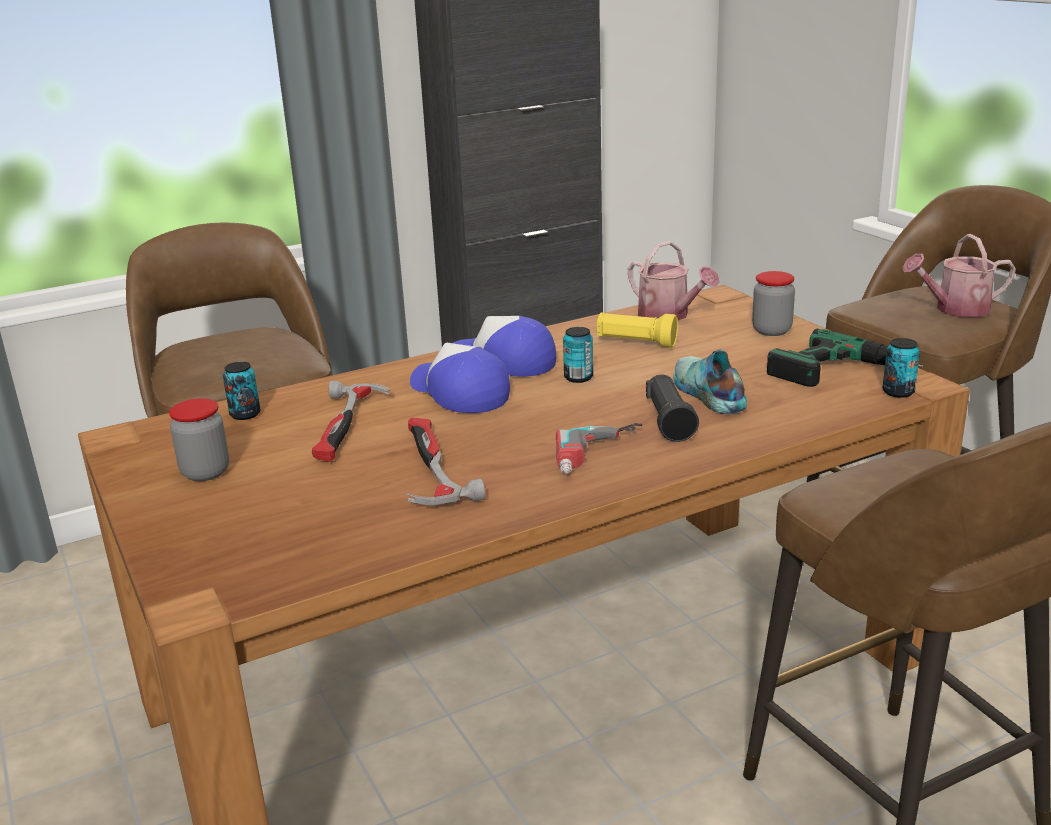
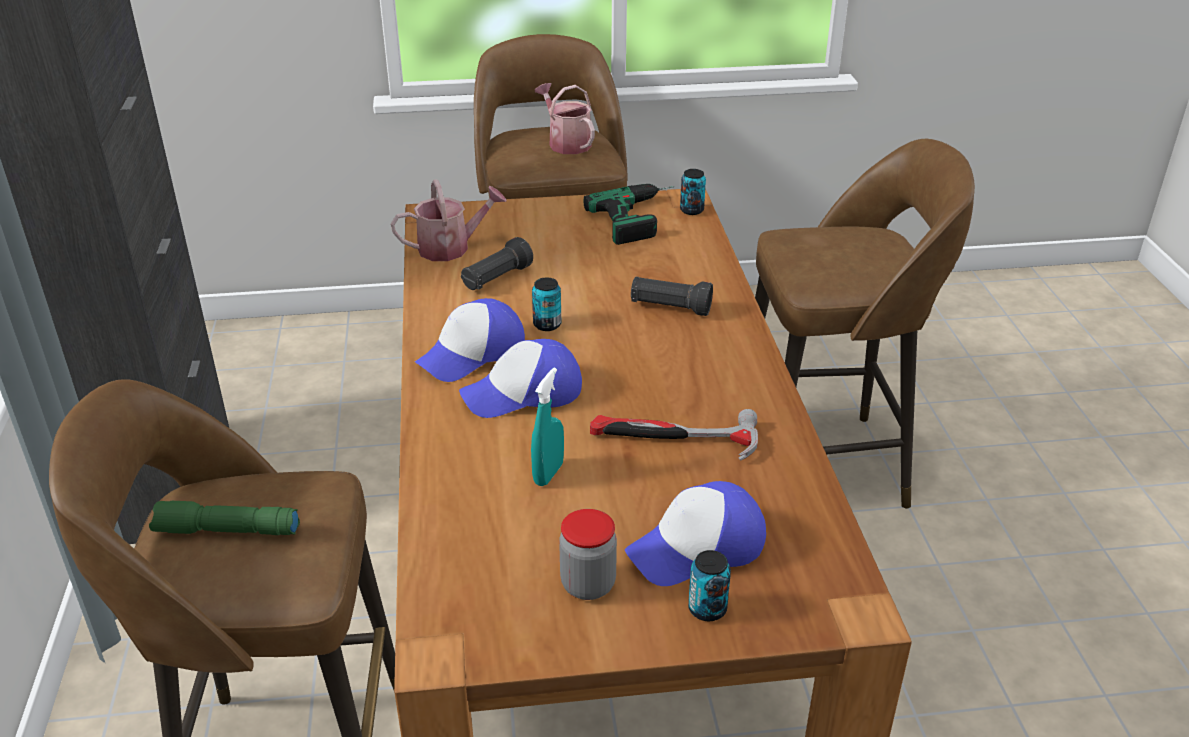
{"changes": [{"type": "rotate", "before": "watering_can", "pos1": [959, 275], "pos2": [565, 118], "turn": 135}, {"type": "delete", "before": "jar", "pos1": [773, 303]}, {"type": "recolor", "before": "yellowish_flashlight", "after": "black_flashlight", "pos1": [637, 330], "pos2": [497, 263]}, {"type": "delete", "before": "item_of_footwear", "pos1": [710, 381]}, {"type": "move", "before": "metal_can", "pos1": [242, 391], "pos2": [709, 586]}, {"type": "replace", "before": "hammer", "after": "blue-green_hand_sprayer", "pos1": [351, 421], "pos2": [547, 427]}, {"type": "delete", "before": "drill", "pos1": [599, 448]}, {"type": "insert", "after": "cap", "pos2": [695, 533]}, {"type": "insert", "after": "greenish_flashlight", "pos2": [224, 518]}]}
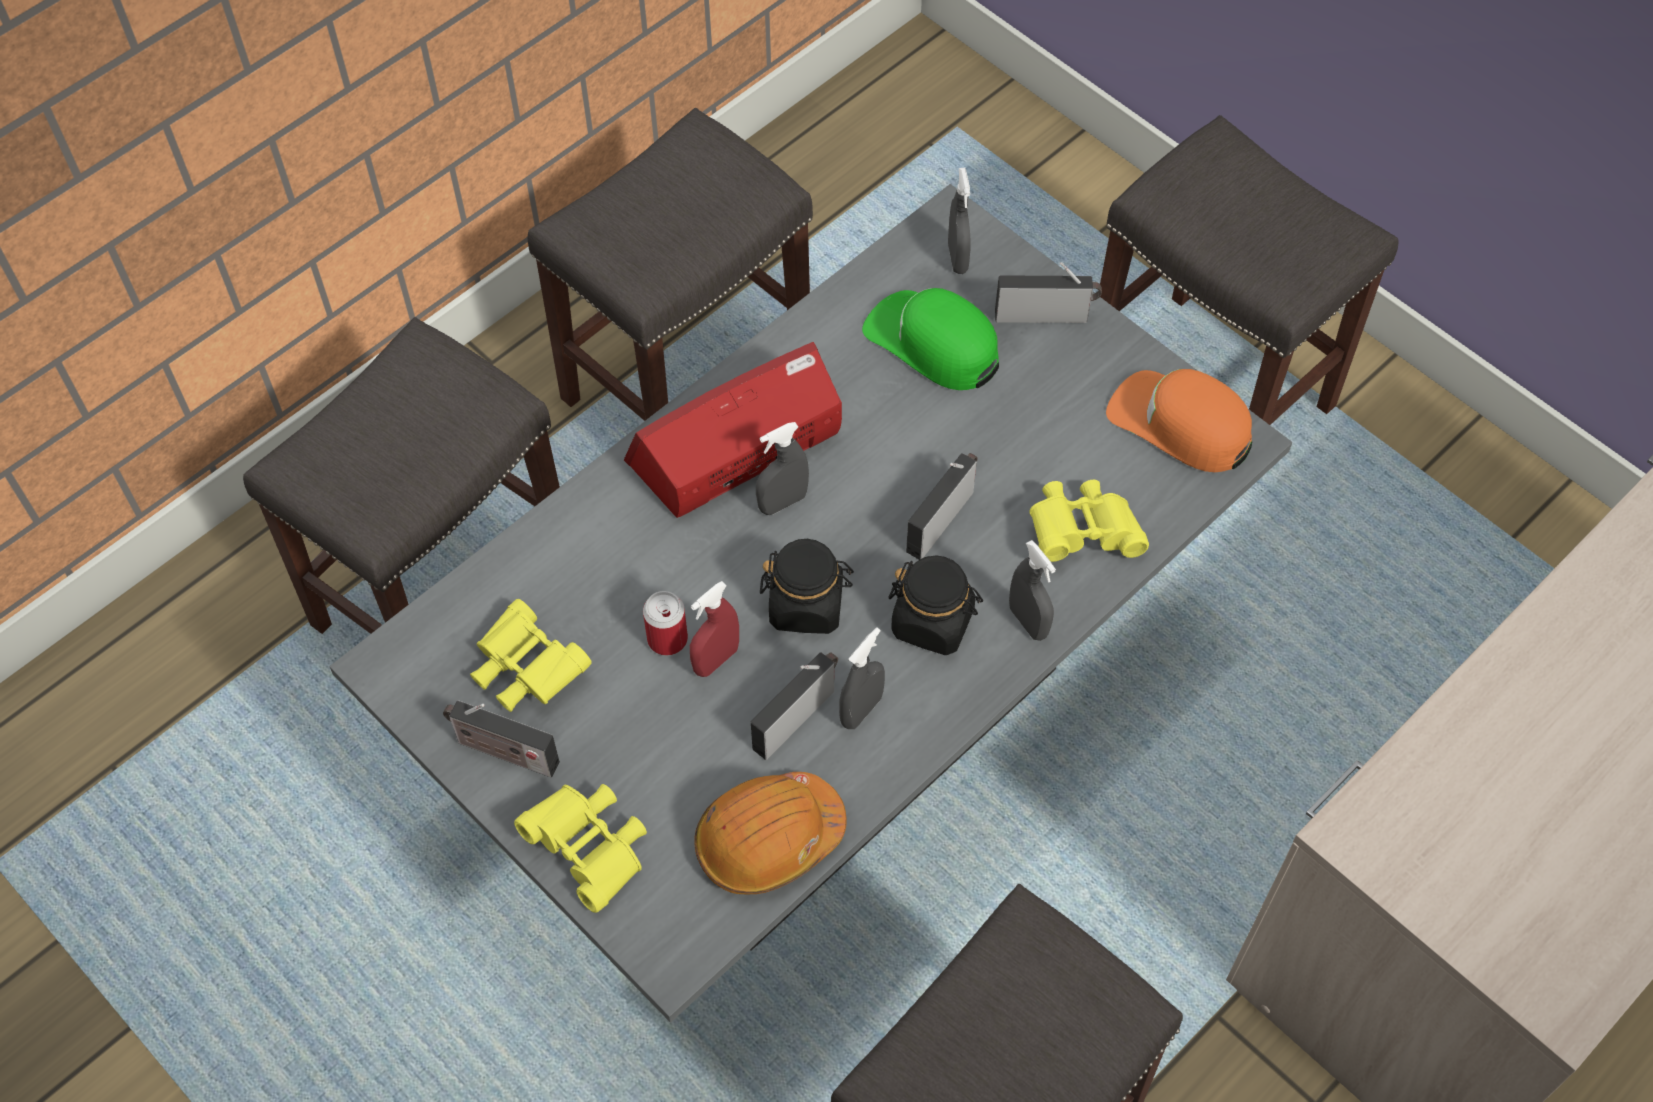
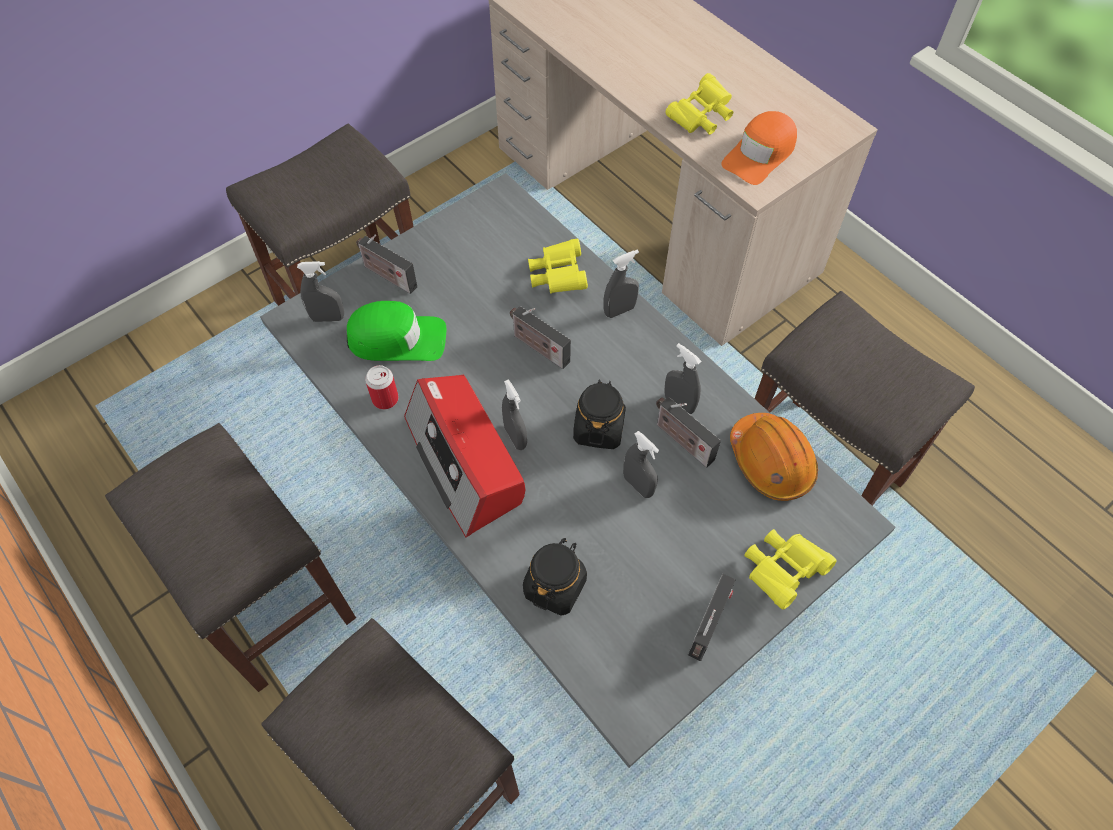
{"changes": [{"type": "rotate", "before": "radio_receiver", "pos1": [1048, 292], "pos2": [386, 264], "turn": -60}, {"type": "rotate", "before": "greenish_cap", "pos1": [930, 339], "pos2": [396, 331], "turn": -135}, {"type": "move", "before": "orange_cap", "pos1": [1179, 420], "pos2": [759, 148]}, {"type": "move", "before": "black_jar", "pos1": [935, 605], "pos2": [555, 577]}, {"type": "recolor", "before": "reddish_hand_sprayer", "after": "grey_hand_sprayer", "pos1": [714, 629], "pos2": [641, 464]}, {"type": "move", "before": "metal_can", "pos1": [665, 623], "pos2": [382, 387]}, {"type": "move", "before": "yellowish_pair_of_binoculars", "pos1": [531, 655], "pos2": [699, 104]}]}
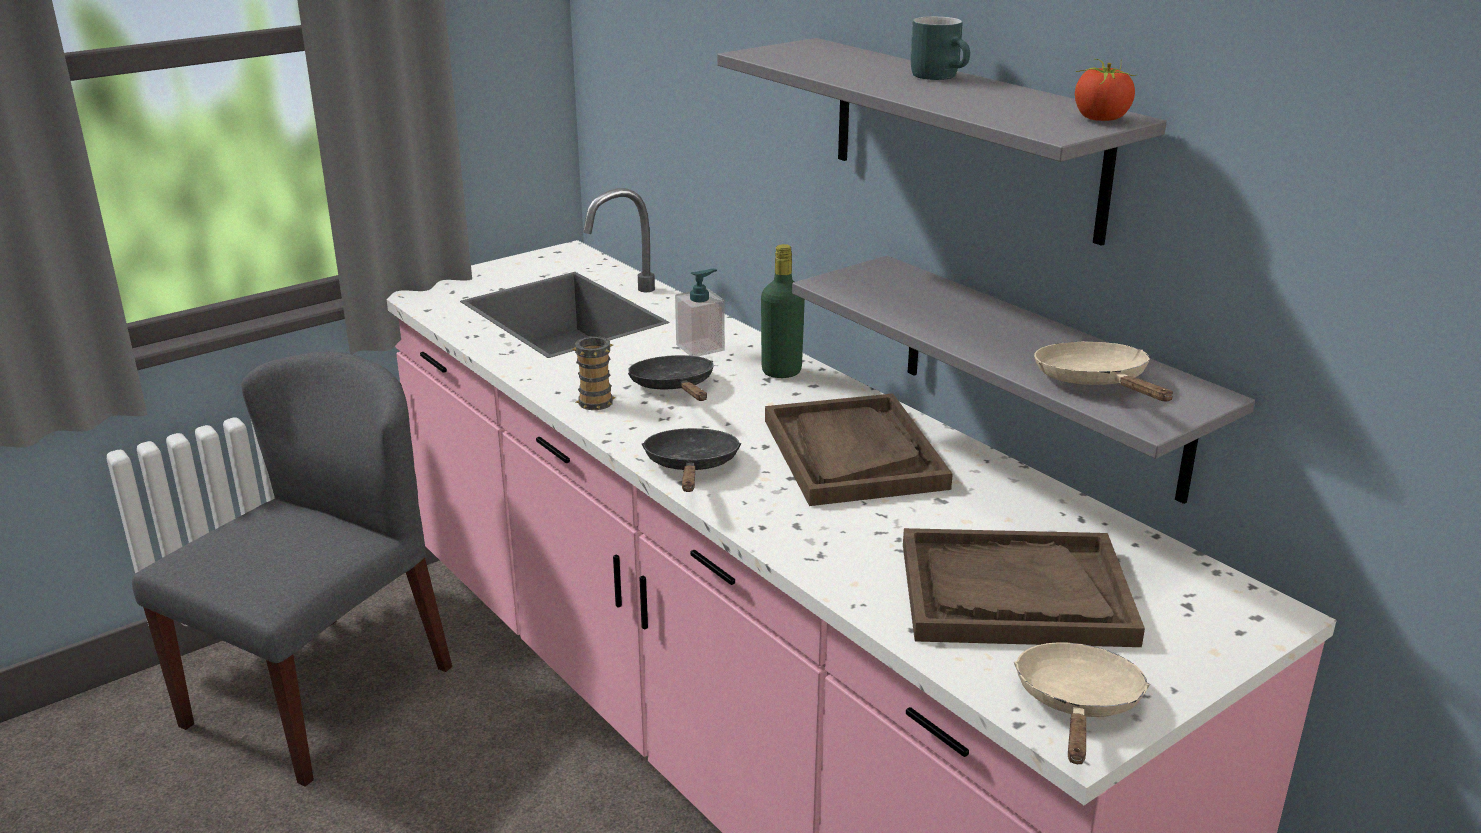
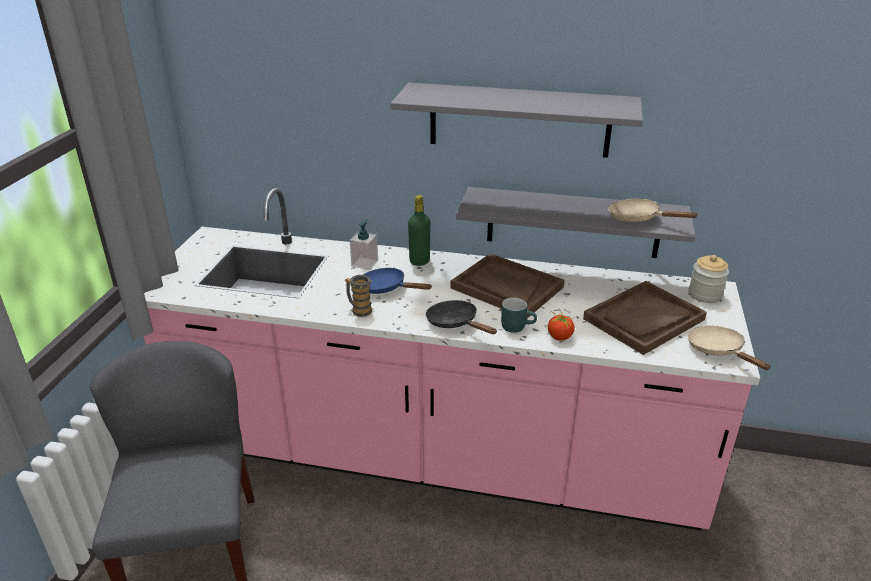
{"changes": [{"type": "move", "before": "blue-green_coffee_mug", "pos1": [940, 48], "pos2": [519, 315]}, {"type": "move", "before": "whole_tomato", "pos1": [1105, 90], "pos2": [561, 324]}, {"type": "recolor", "before": "black_skillet", "after": "bluish_skillet", "pos1": [671, 378], "pos2": [397, 281]}, {"type": "insert", "after": "jar", "pos2": [709, 279]}]}
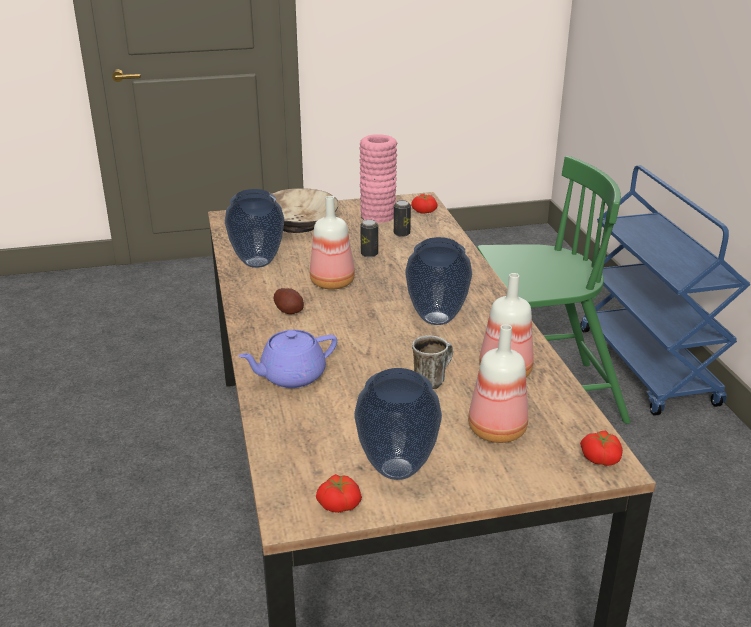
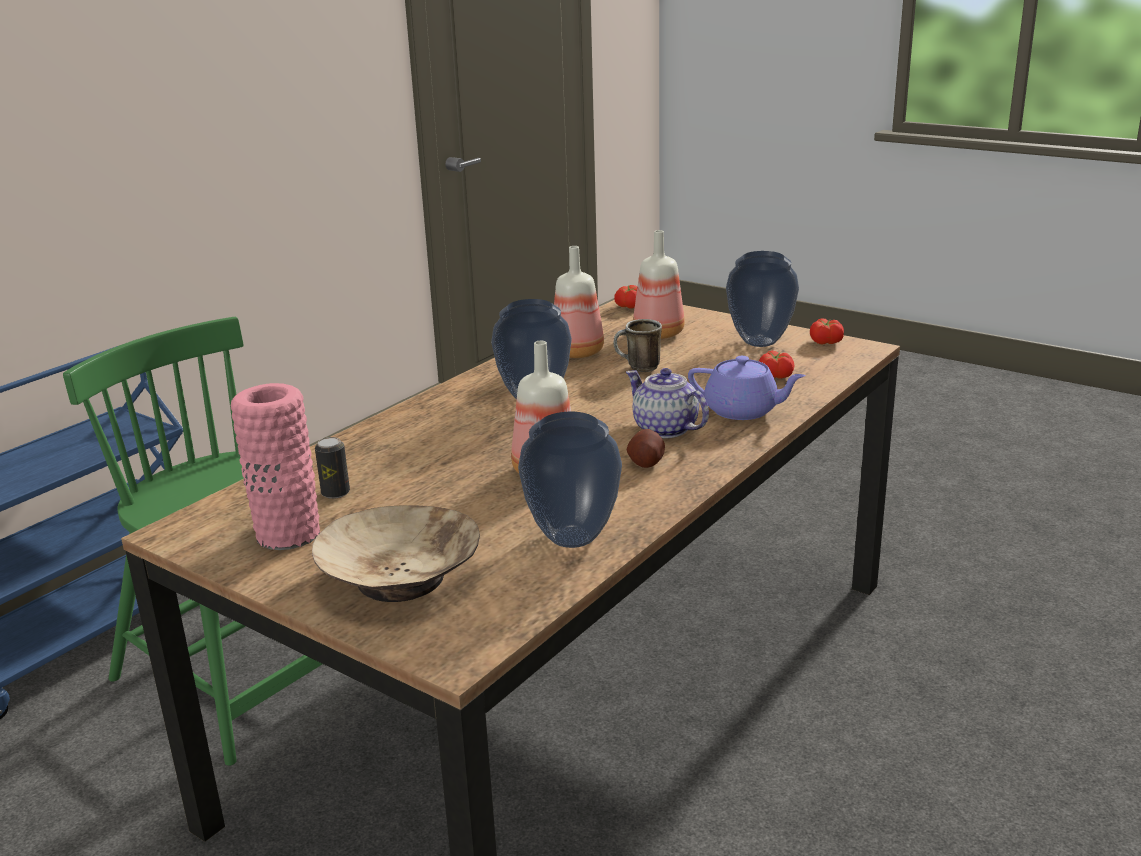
{"changes": [{"type": "move", "before": "whole_tomato", "pos1": [424, 204], "pos2": [777, 365]}, {"type": "delete", "before": "metal_can", "pos1": [369, 238]}, {"type": "insert", "after": "pot_for_tea", "pos2": [667, 403]}]}
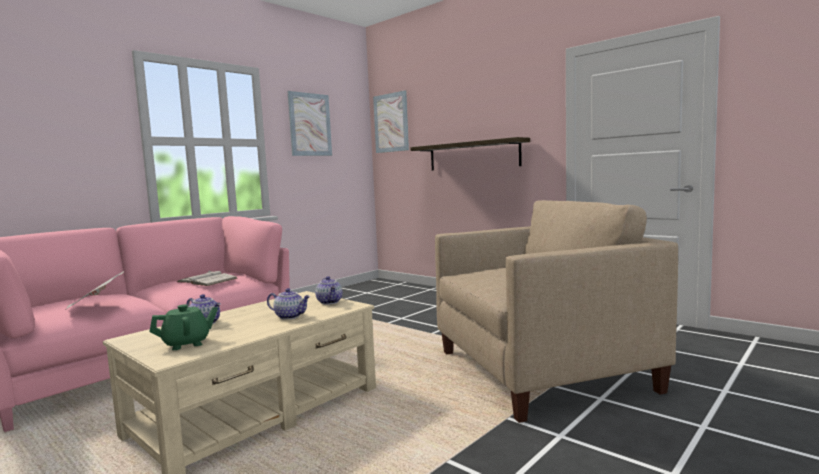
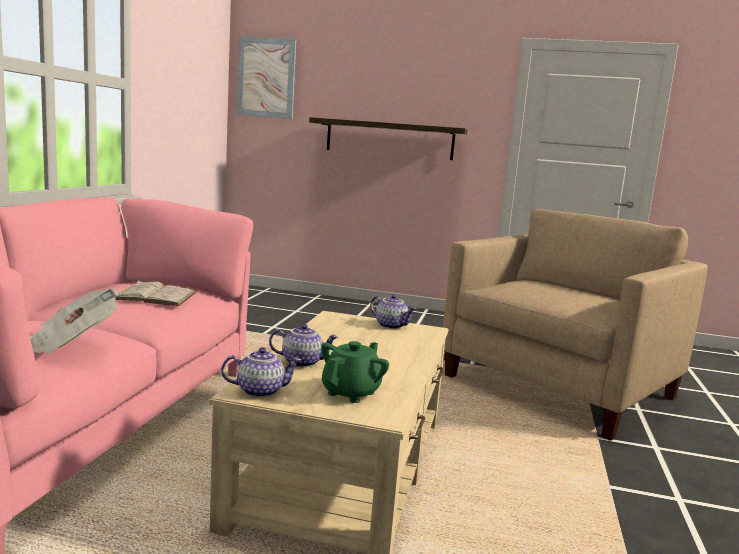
{"changes": [{"type": "delete", "before": "wall_art", "pos1": [310, 123]}, {"type": "move", "before": "pot_for_tea", "pos1": [288, 304], "pos2": [261, 372]}]}
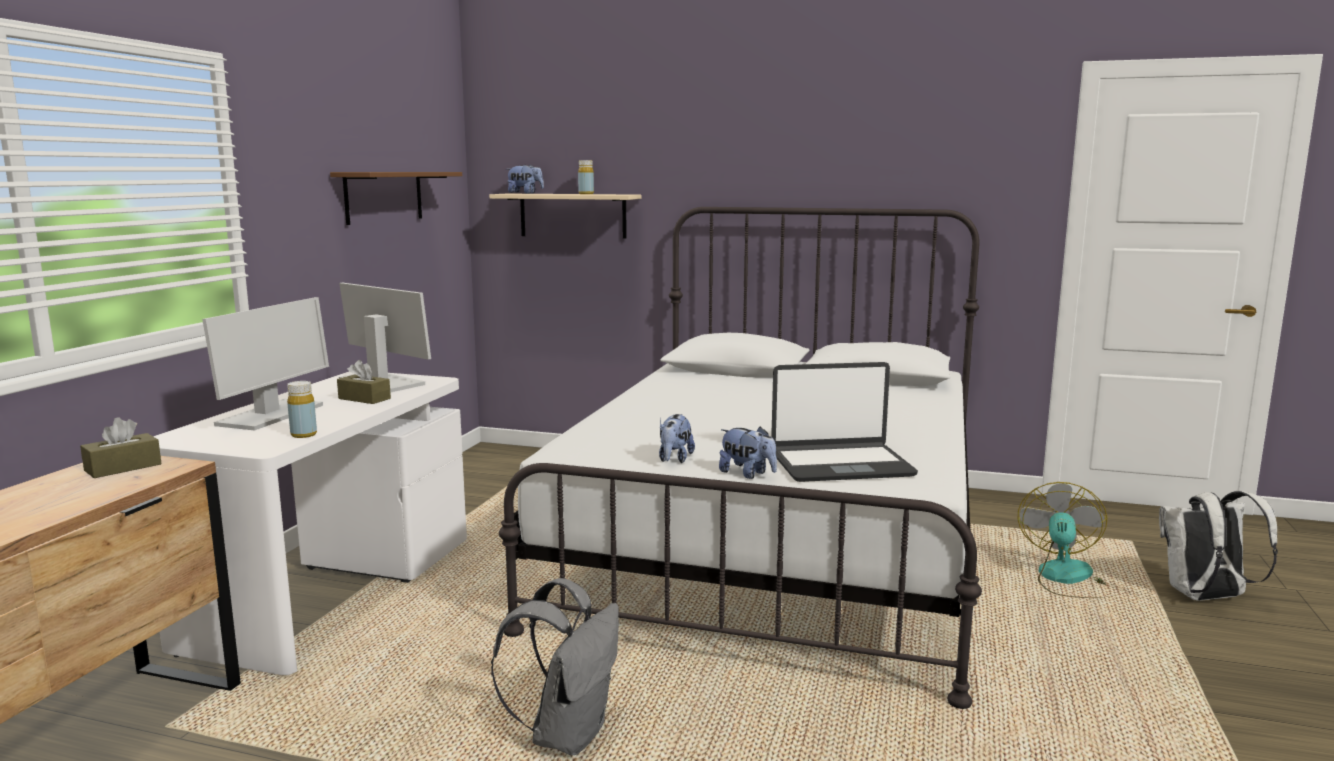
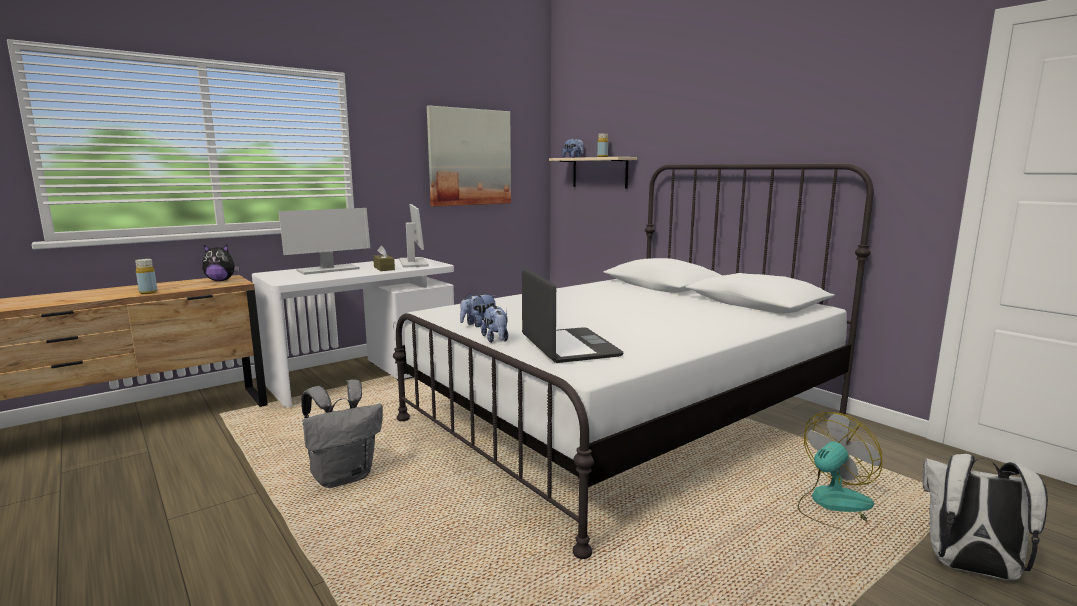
{"changes": [{"type": "replace", "before": "brownish_bracket_shelf", "after": "wall_art", "pos1": [396, 198], "pos2": [469, 156]}, {"type": "rotate", "before": "portable_computer", "pos1": [844, 422], "pos2": [572, 316], "turn": -135}, {"type": "move", "before": "yellowish_beverage_bottle", "pos1": [302, 409], "pos2": [146, 276]}, {"type": "replace", "before": "brownish_tissue_holder", "after": "cuddly_toy", "pos1": [121, 447], "pos2": [221, 263]}]}
